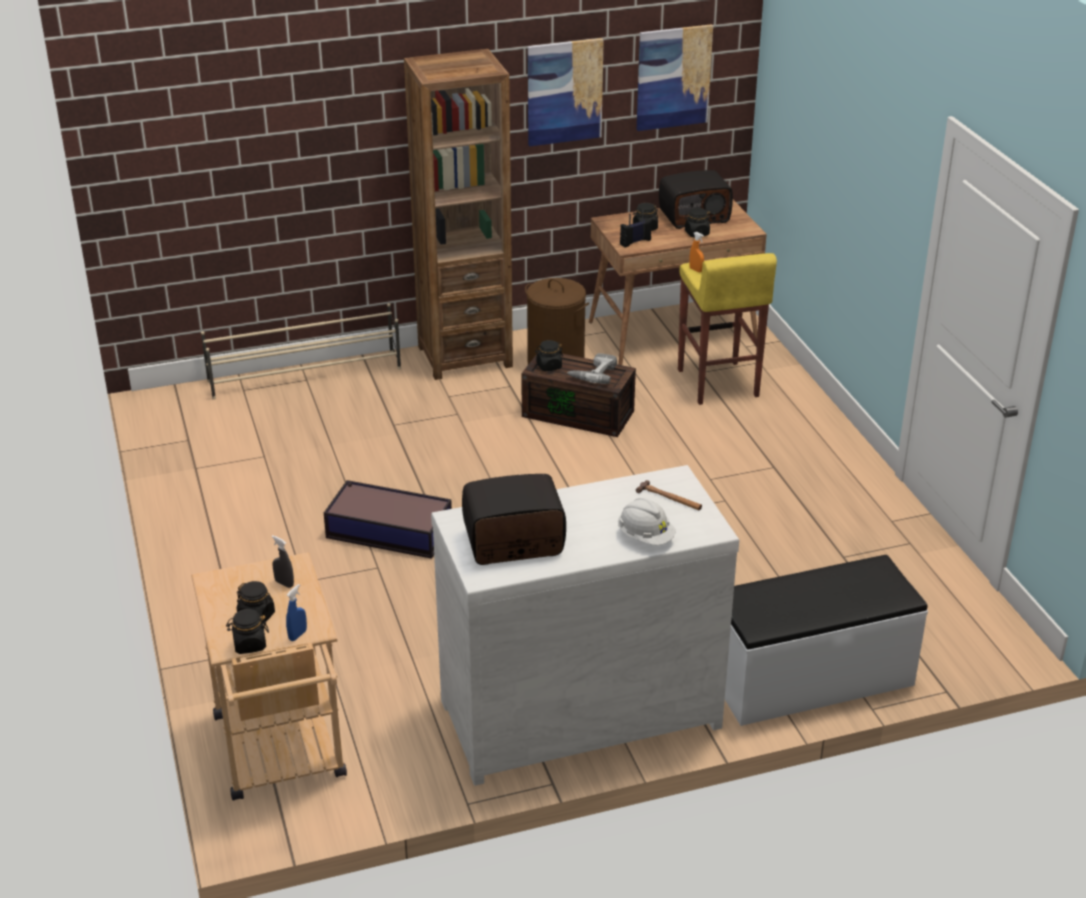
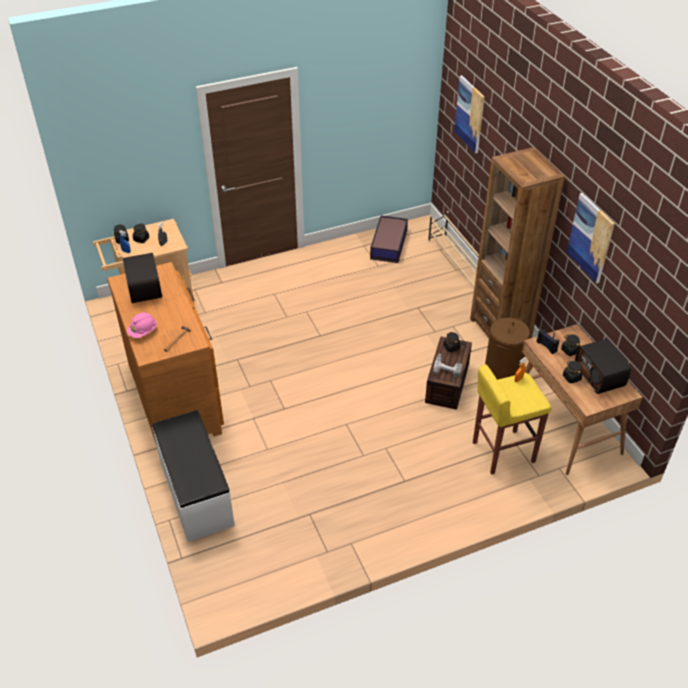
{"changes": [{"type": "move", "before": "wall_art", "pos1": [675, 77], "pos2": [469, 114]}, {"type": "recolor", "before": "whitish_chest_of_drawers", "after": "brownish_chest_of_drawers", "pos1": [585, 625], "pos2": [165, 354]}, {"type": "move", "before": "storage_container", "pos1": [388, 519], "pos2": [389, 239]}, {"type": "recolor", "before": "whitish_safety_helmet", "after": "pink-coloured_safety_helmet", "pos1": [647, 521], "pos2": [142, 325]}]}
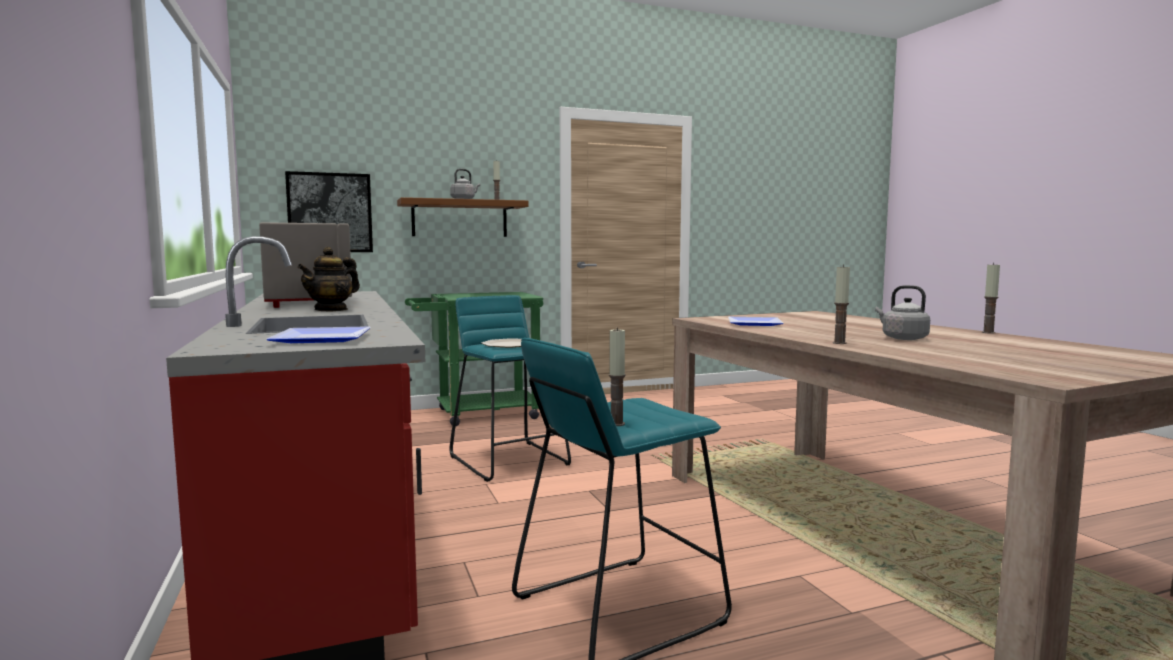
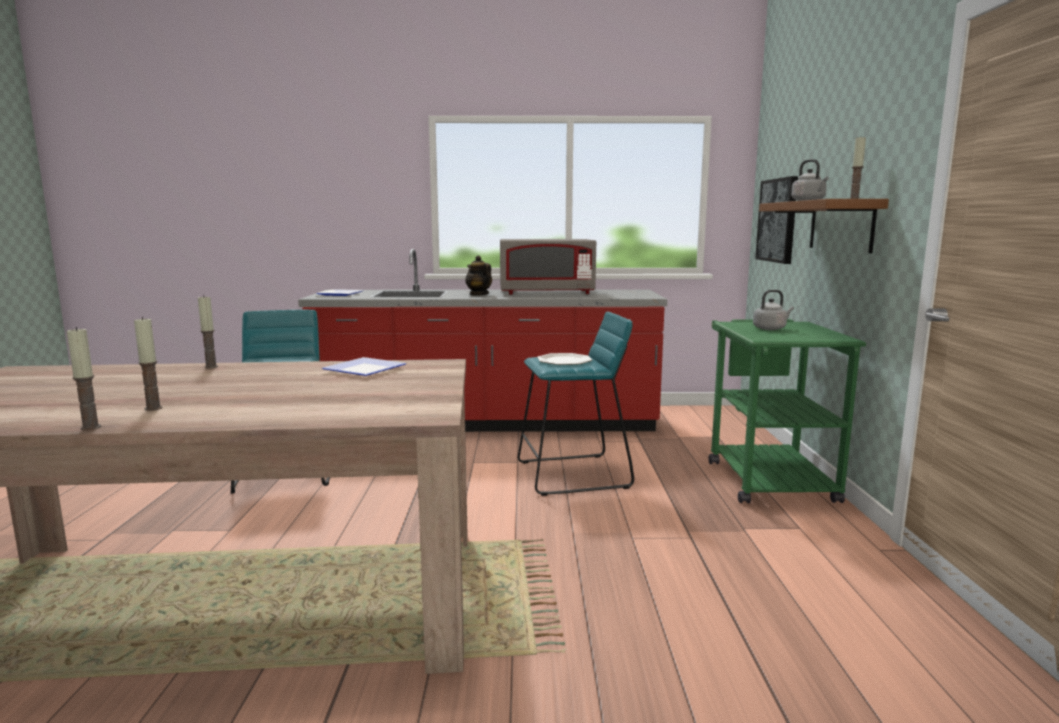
{"changes": [{"type": "move", "before": "grey_tea_kettle", "pos1": [902, 312], "pos2": [773, 310]}, {"type": "move", "before": "candle", "pos1": [617, 377], "pos2": [148, 364]}]}
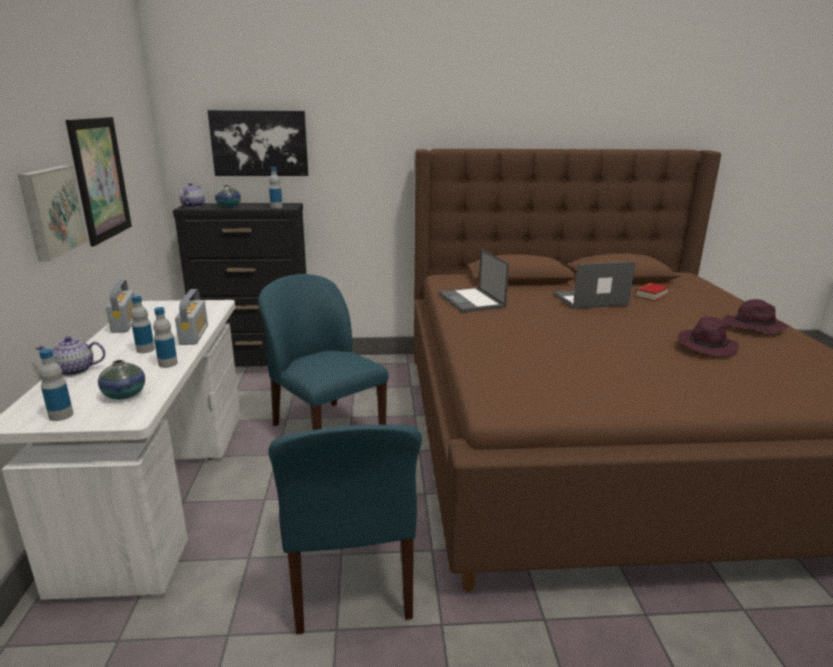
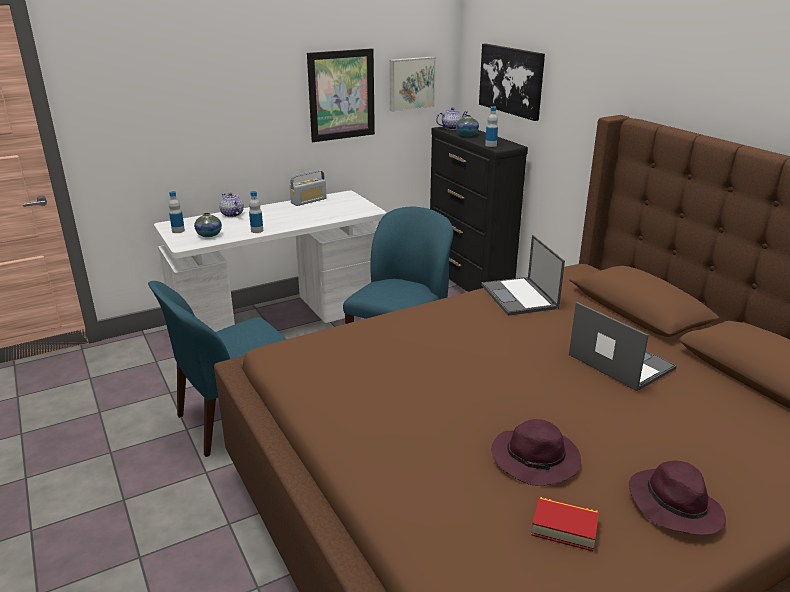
{"changes": [{"type": "move", "before": "wall_art", "pos1": [53, 214], "pos2": [413, 84]}, {"type": "rotate", "before": "portable_computer", "pos1": [474, 281], "pos2": [523, 275], "turn": -60}, {"type": "move", "before": "book", "pos1": [652, 292], "pos2": [565, 524]}, {"type": "delete", "before": "radio_receiver", "pos1": [191, 317]}, {"type": "delete", "before": "beverage_bottle", "pos1": [143, 324]}]}
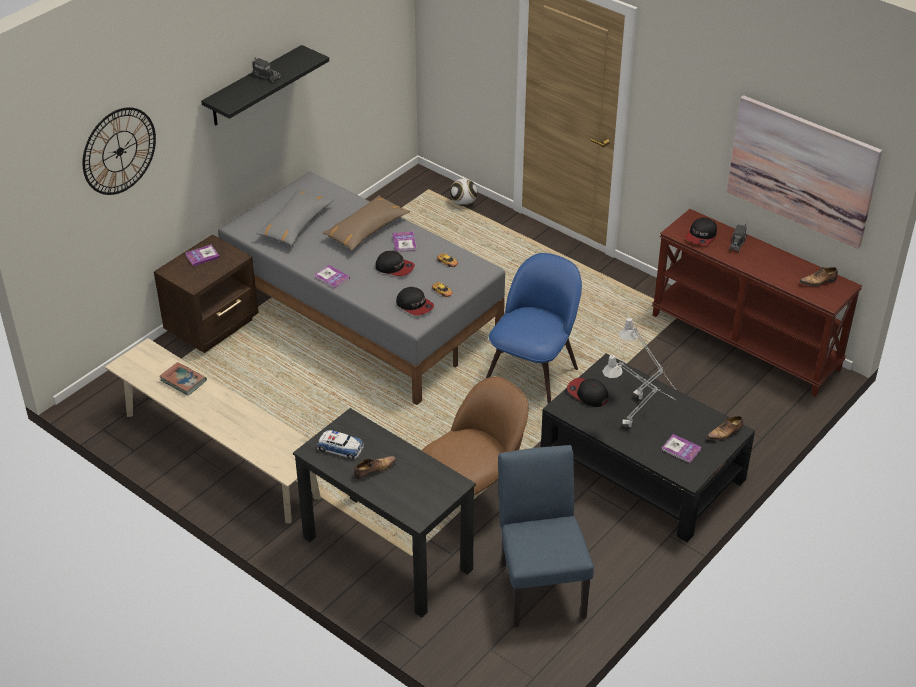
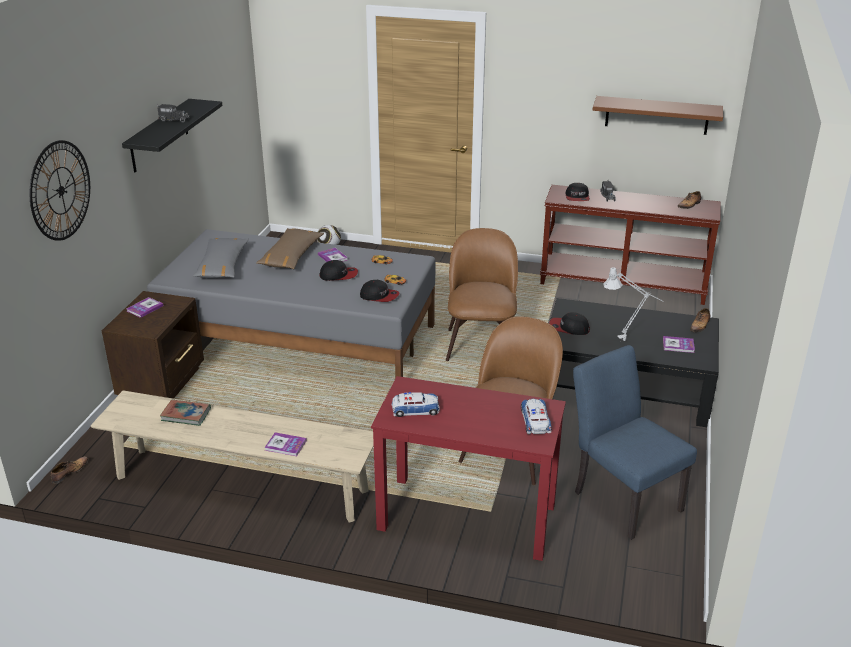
{"changes": [{"type": "replace", "before": "wall_art", "after": "brownish_bracket_shelf", "pos1": [804, 172], "pos2": [658, 115]}, {"type": "recolor", "before": "bluish_plain_chair", "after": "brownish_plain_chair", "pos1": [534, 328], "pos2": [482, 294]}, {"type": "move", "before": "book", "pos1": [332, 277], "pos2": [285, 444]}, {"type": "delete", "before": "grey_tabletop_lamp", "pos1": [646, 358]}, {"type": "recolor", "before": "black_desk", "after": "reddish_desk", "pos1": [384, 513], "pos2": [468, 468]}, {"type": "move", "before": "item_of_footwear", "pos1": [375, 468], "pos2": [69, 470]}, {"type": "insert", "after": "toy_car", "pos2": [536, 416]}]}
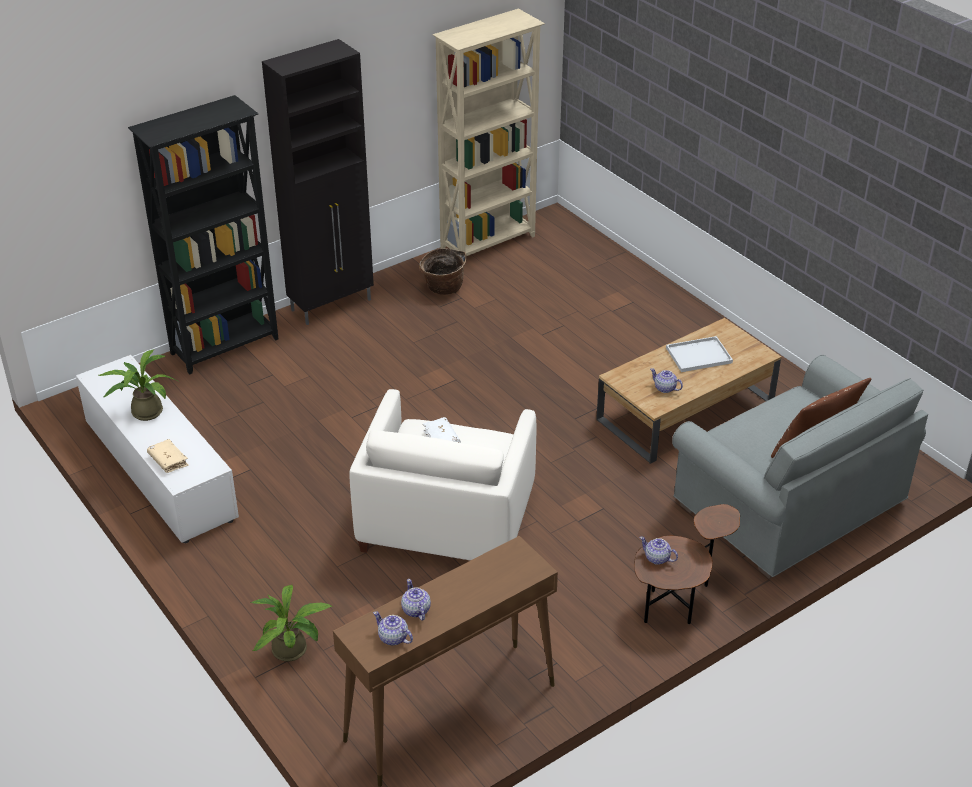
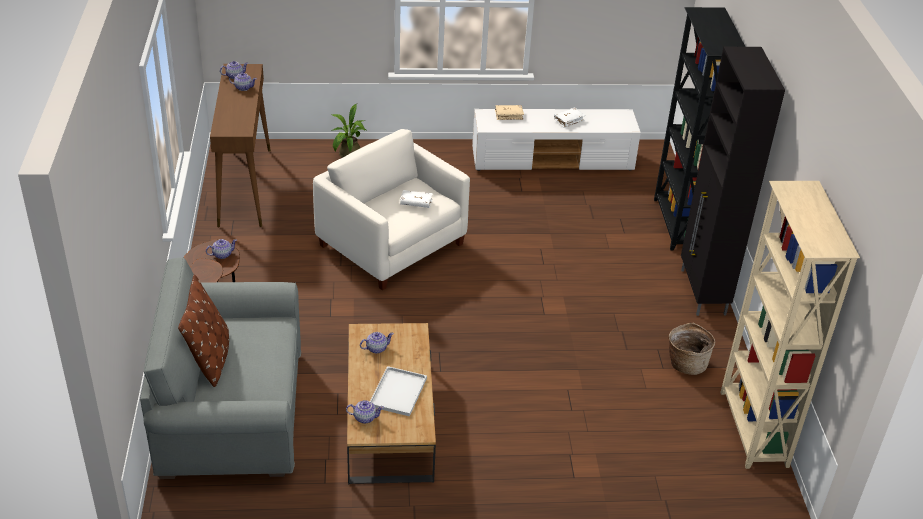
{"changes": [{"type": "replace", "before": "plant_in_a_pot", "after": "whitish_book", "pos1": [138, 385], "pos2": [569, 117]}, {"type": "insert", "after": "pot_for_tea", "pos2": [365, 411]}]}
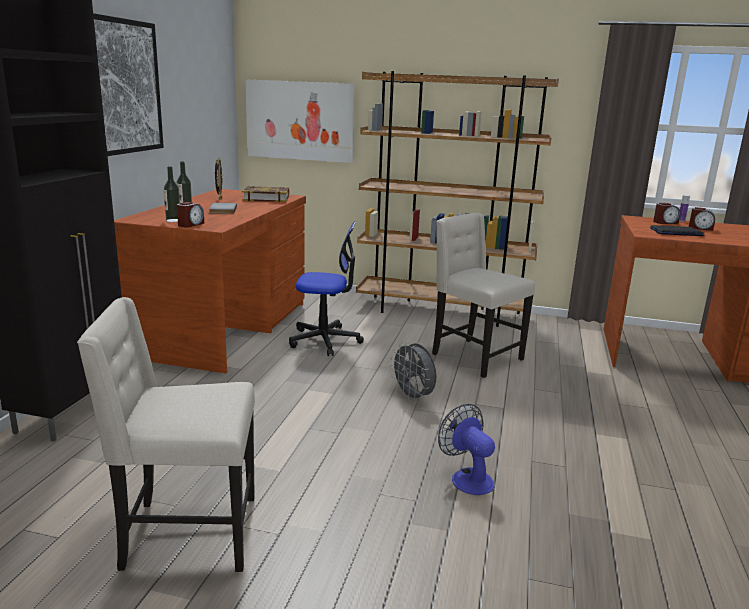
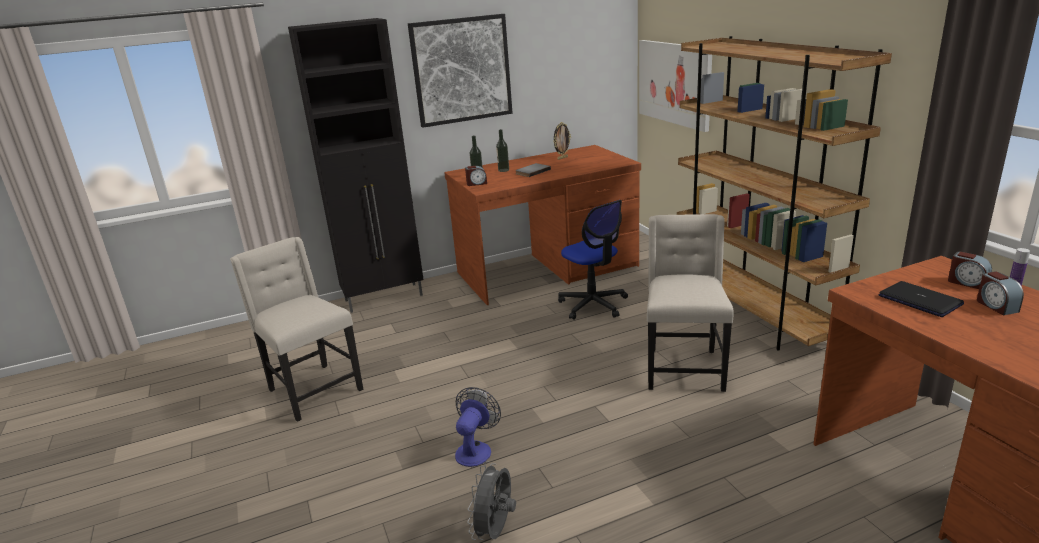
{"changes": [{"type": "delete", "before": "book", "pos1": [265, 194]}, {"type": "move", "before": "grey_fan", "pos1": [413, 372], "pos2": [491, 500]}]}
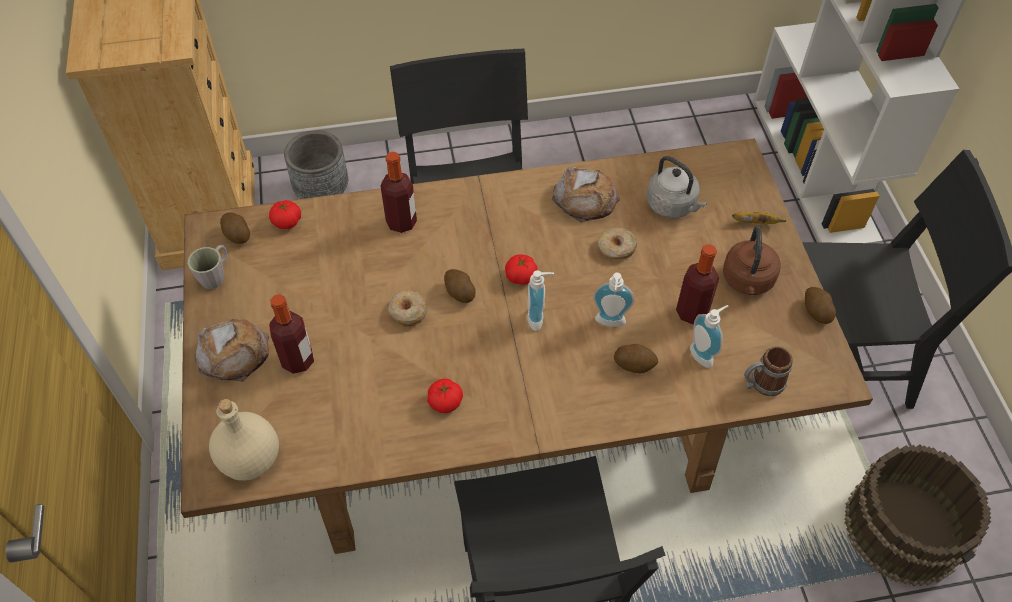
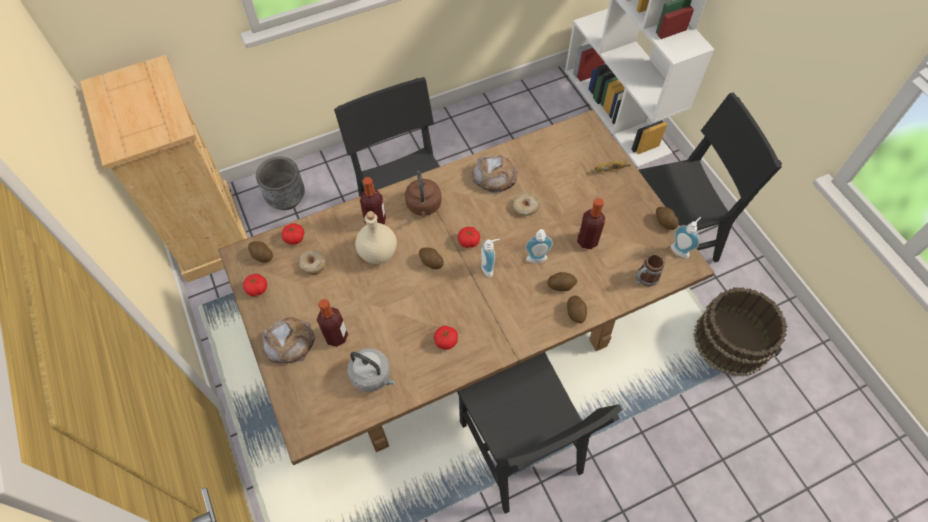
{"changes": [{"type": "move", "before": "grey_tea_kettle", "pos1": [676, 187], "pos2": [371, 370]}, {"type": "move", "before": "brownish_tea_kettle", "pos1": [752, 260], "pos2": [423, 193]}, {"type": "replace", "before": "grey_coffee_mug", "after": "whole_tomato", "pos1": [207, 267], "pos2": [255, 285]}, {"type": "move", "before": "doughnut", "pos1": [407, 309], "pos2": [312, 262]}, {"type": "move", "before": "soap_bottle", "pos1": [709, 336], "pos2": [686, 237]}, {"type": "move", "before": "beige_beverage_bottle", "pos1": [244, 440], "pos2": [376, 237]}, {"type": "insert", "after": "spud", "pos2": [577, 310]}]}
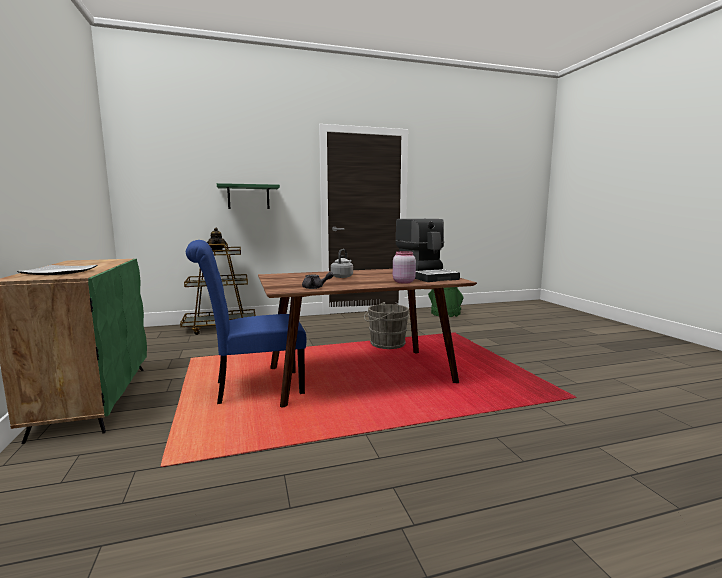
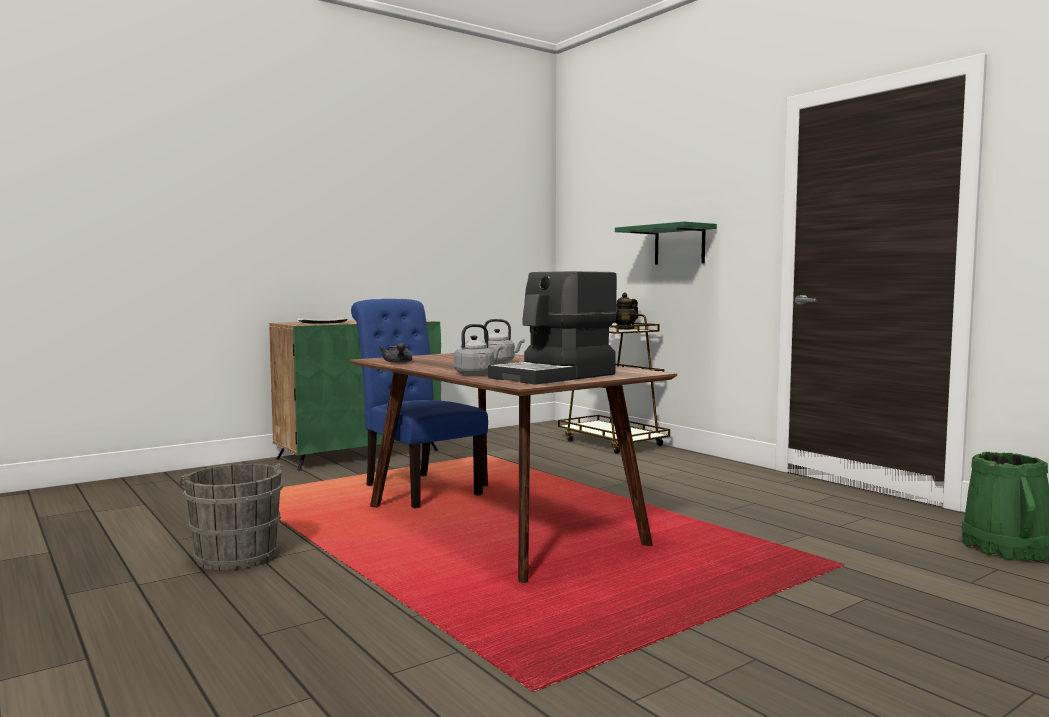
{"changes": [{"type": "replace", "before": "pink-coloured_jar", "after": "grey_tea_kettle", "pos1": [404, 267], "pos2": [478, 349]}, {"type": "move", "before": "grey_bucket", "pos1": [386, 325], "pos2": [231, 517]}]}
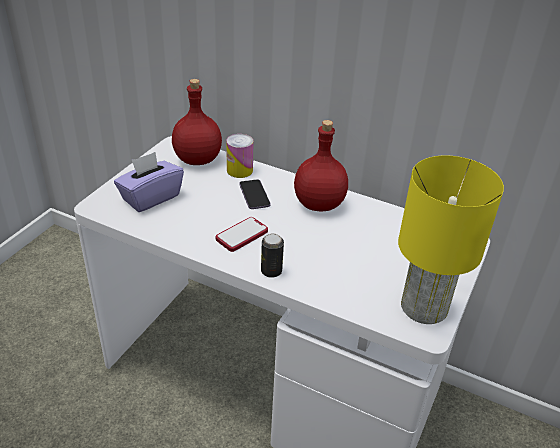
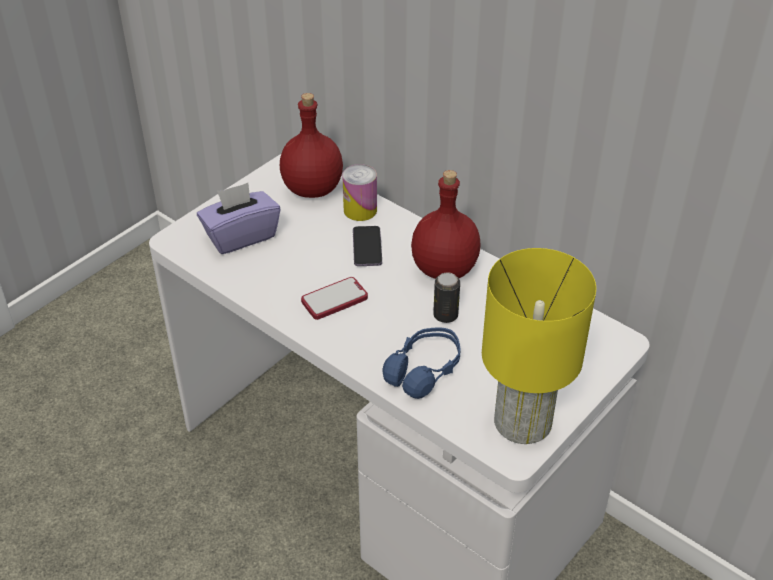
{"changes": [{"type": "move", "before": "metal_can", "pos1": [272, 256], "pos2": [446, 297]}, {"type": "insert", "after": "bluish_pair_of_headphones", "pos2": [421, 363]}]}
